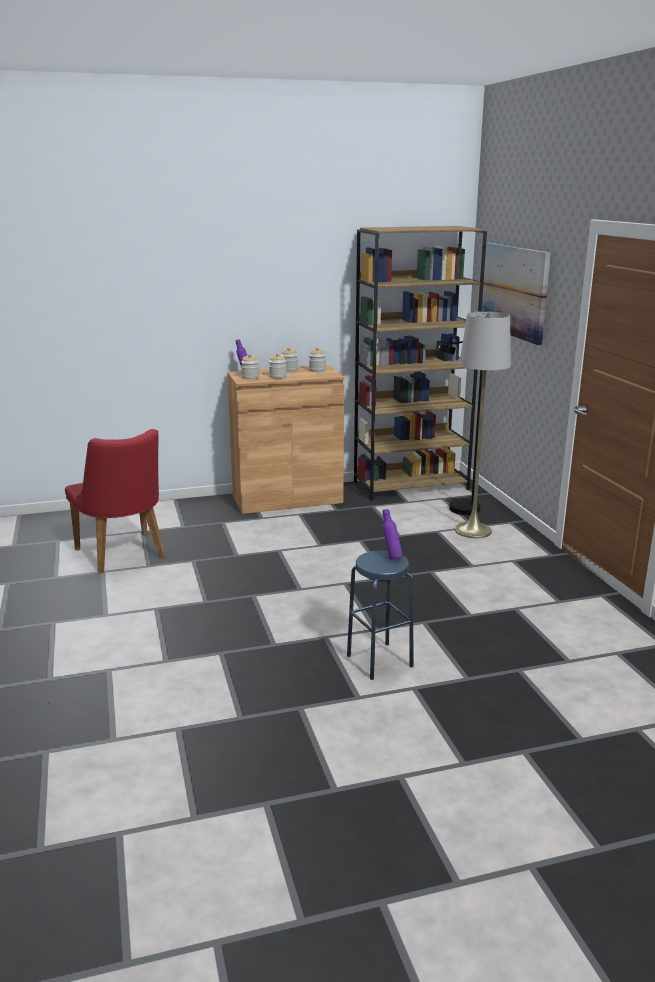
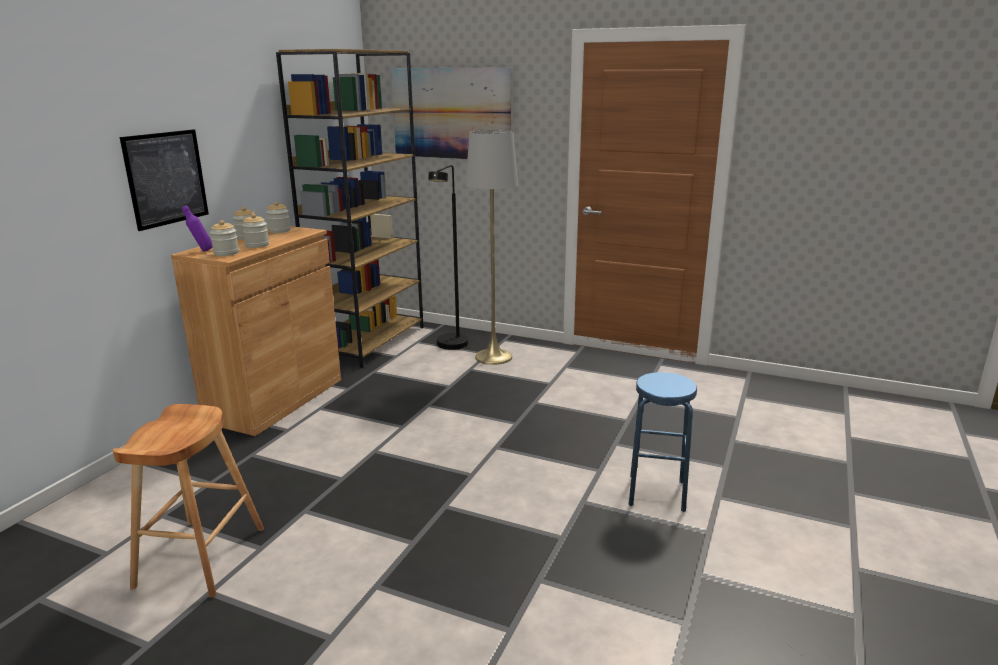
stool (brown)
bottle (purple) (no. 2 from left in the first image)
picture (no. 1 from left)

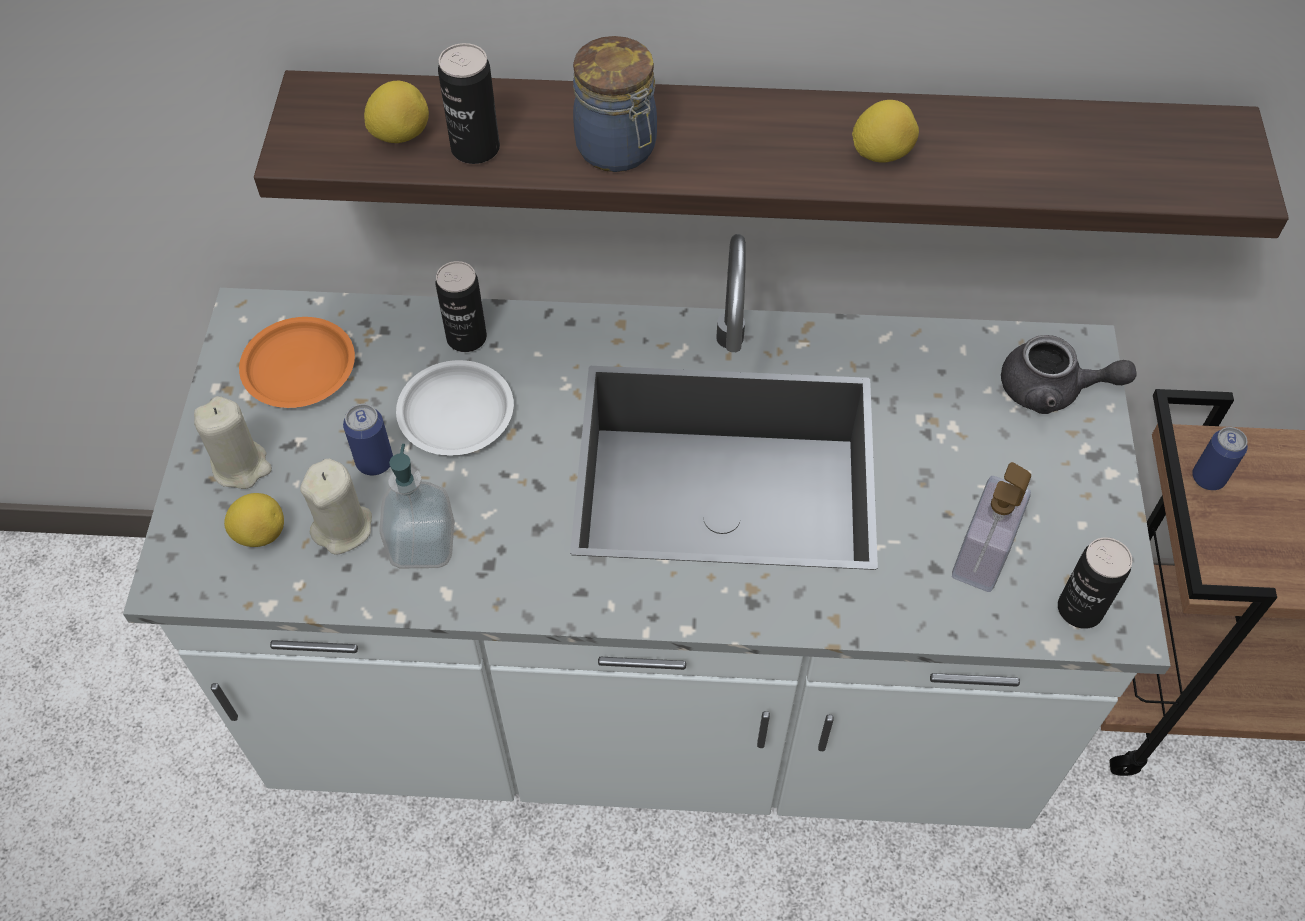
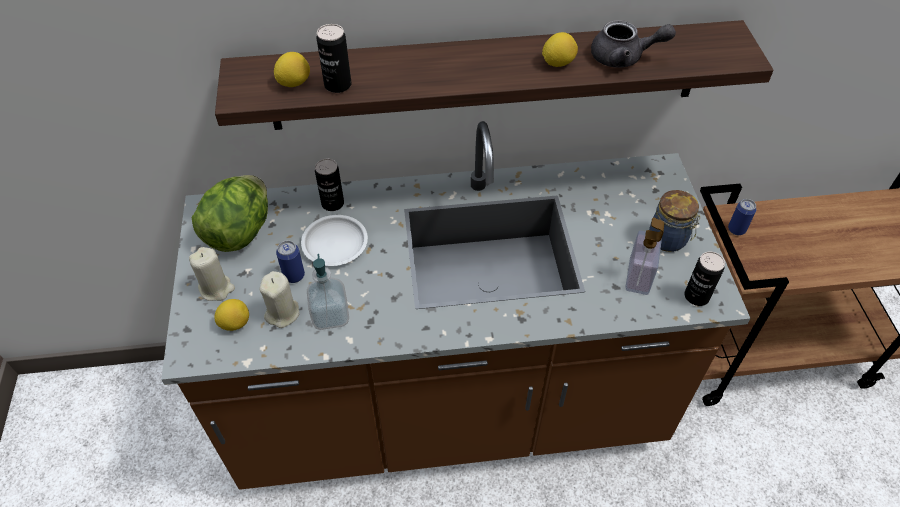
jar
counter (brown)
lettuce
teapot (grey)

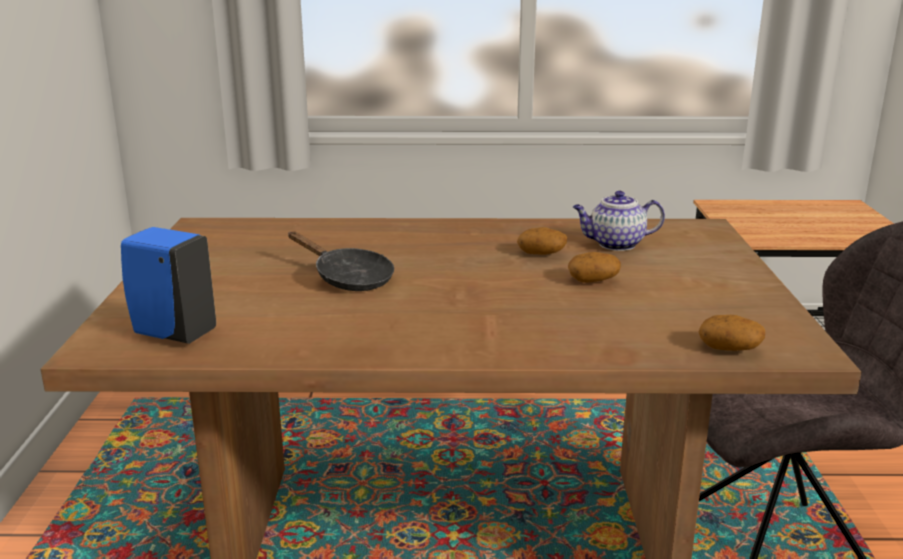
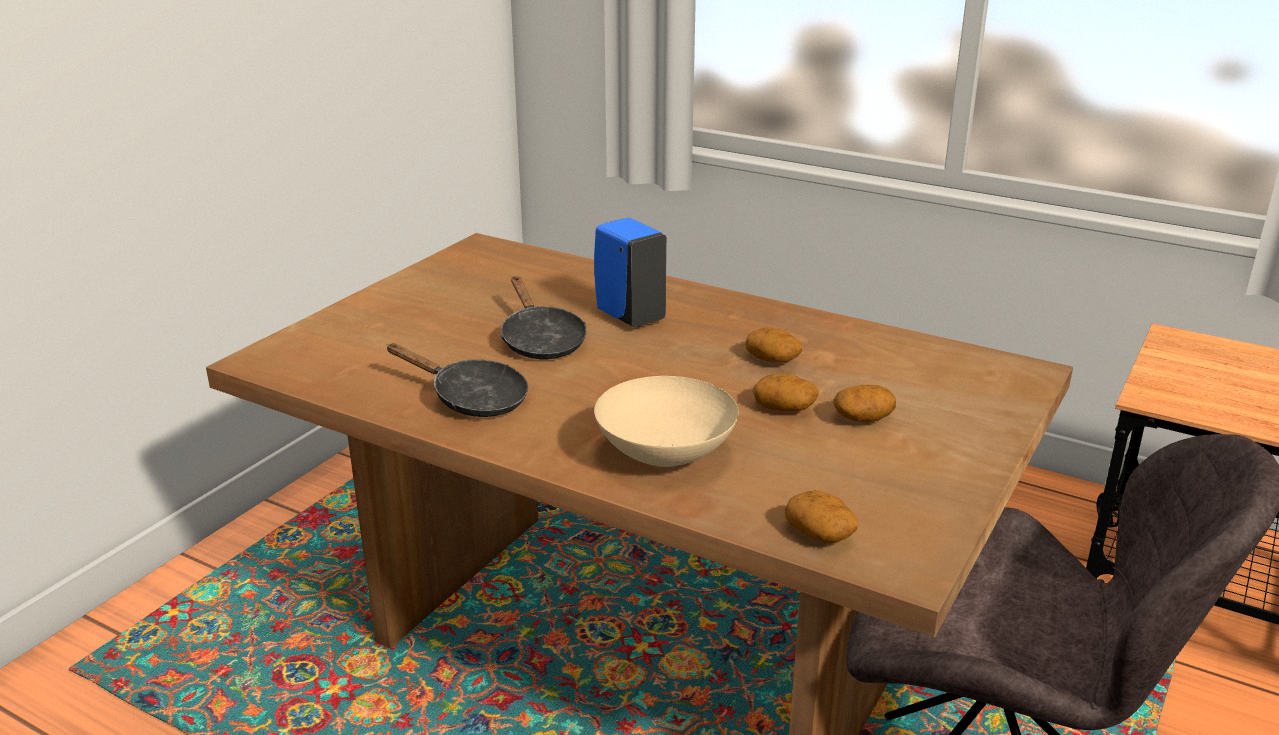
teapot
soap dispenser (blue)
frying pan (black) (no. 1 from left)
bowl (beige)
potato (no. 4 from left)

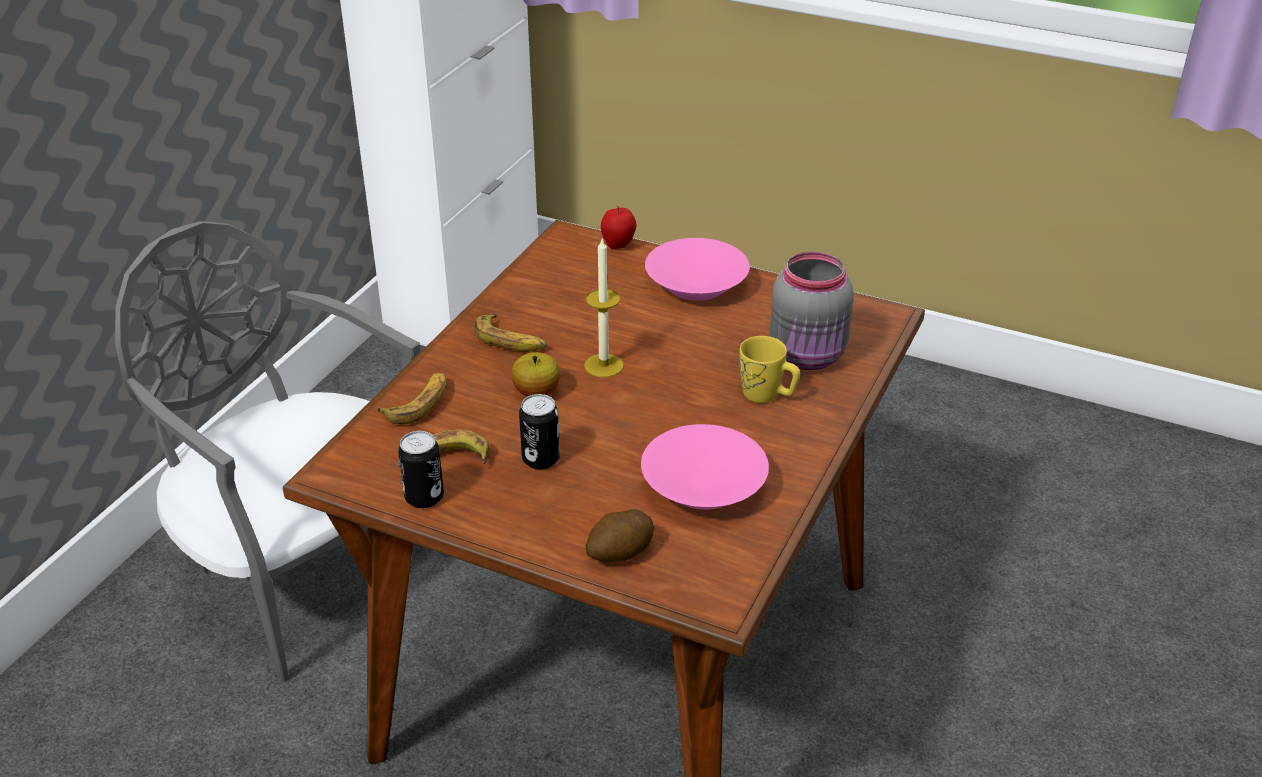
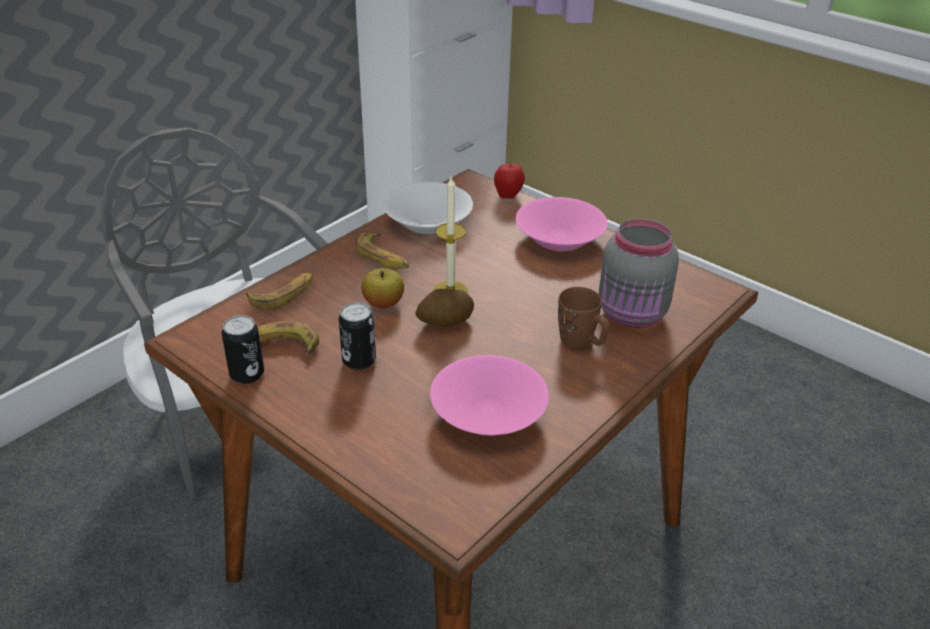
mug (brown)
potato
bowl (white)

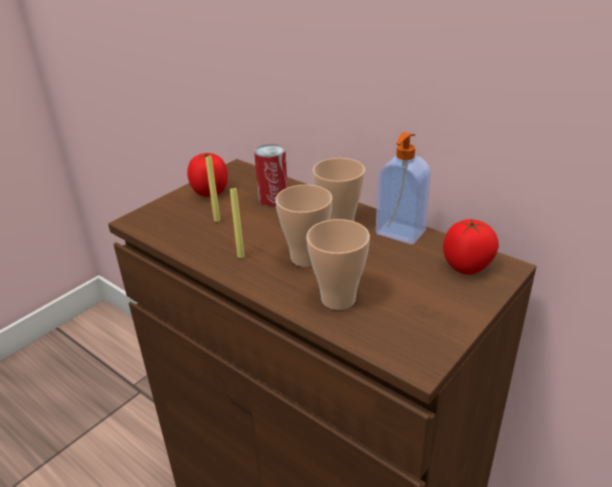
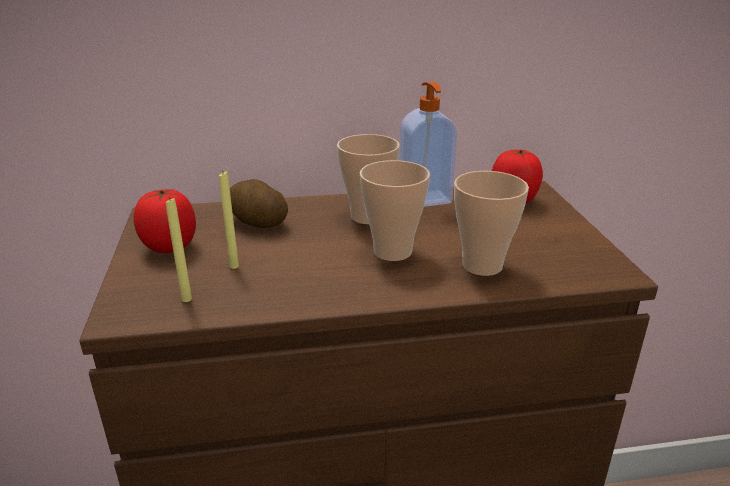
potato
candle (yellow) (no. 1 from left)

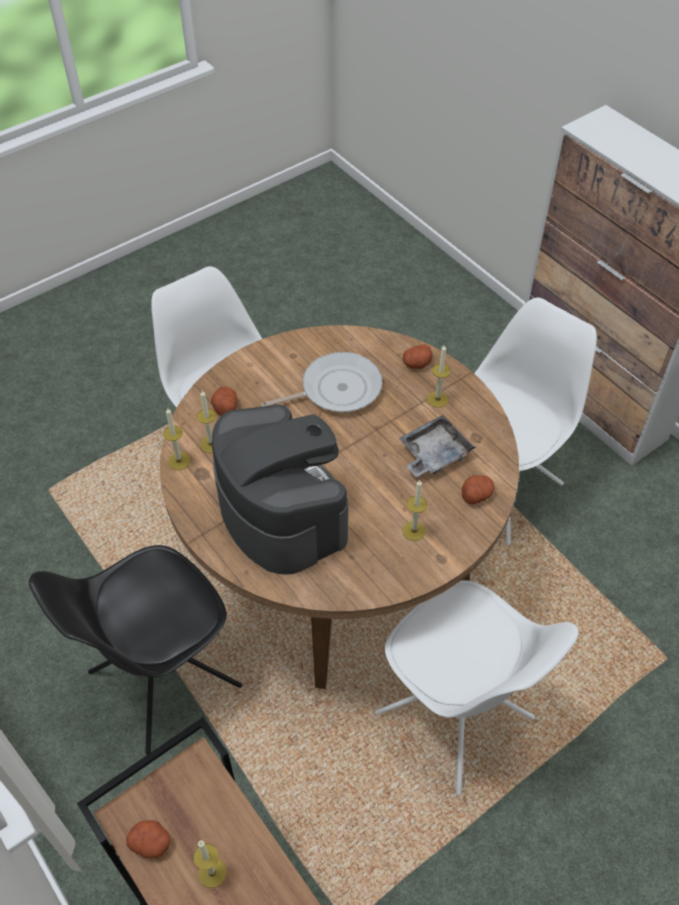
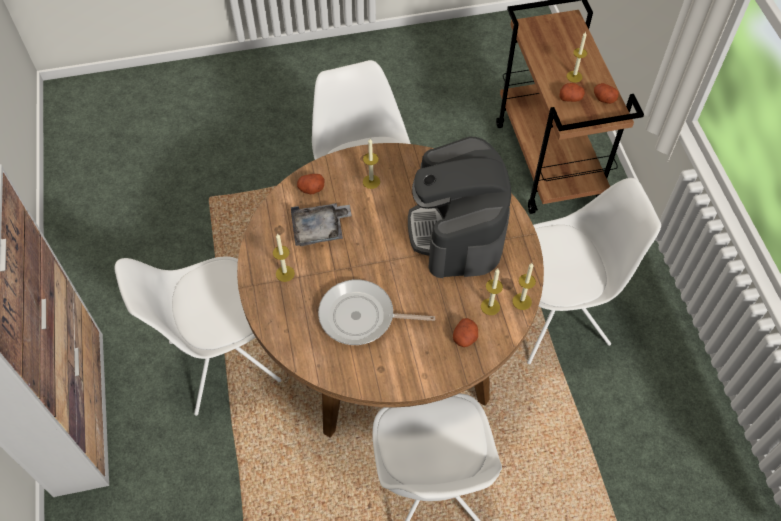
potato (no. 3 from left)
chair (white) (no. 4 from left)

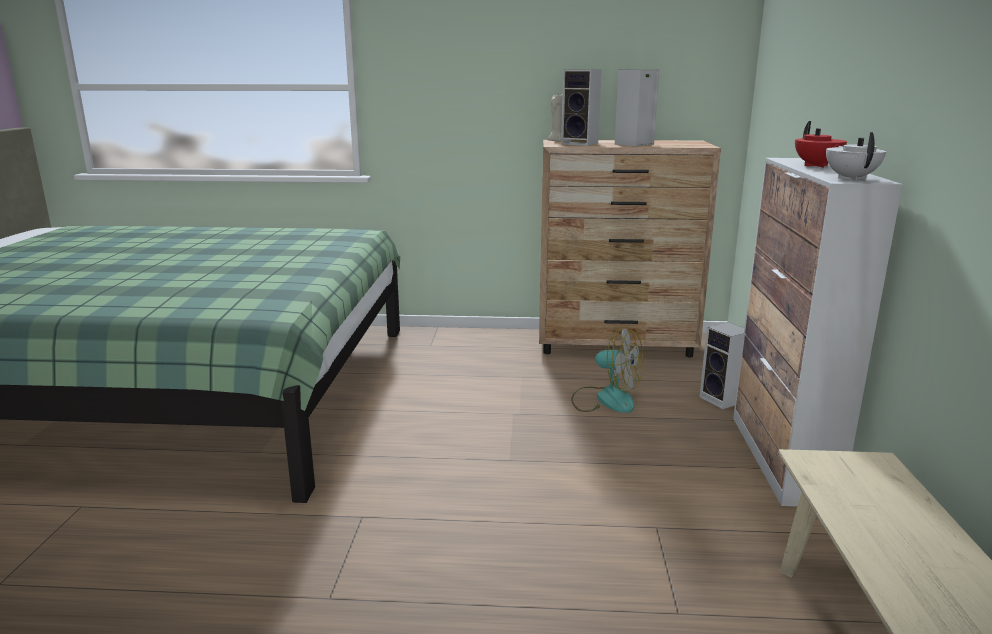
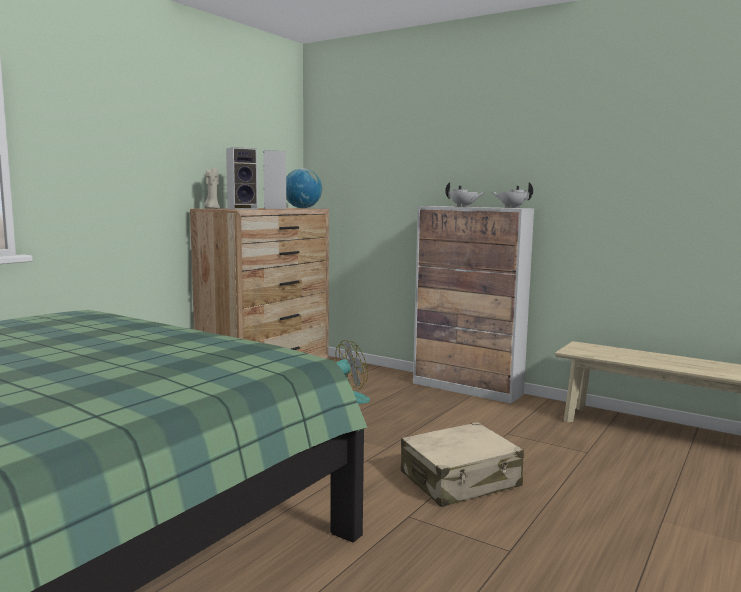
teapot (white) (no. 1 from left)
speaker (no. 3 from left in the first image)
globe
suitcase (beige)

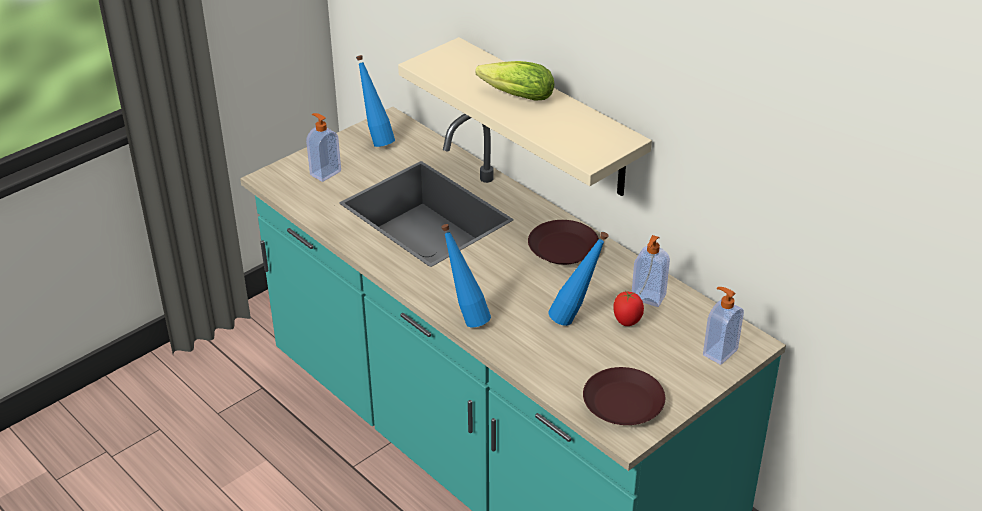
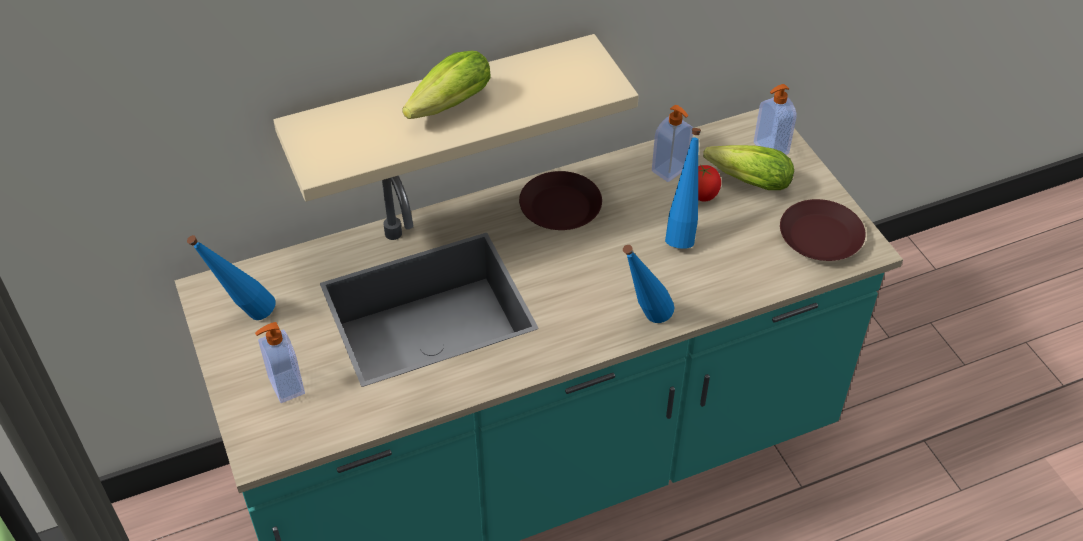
lettuce (no. 2 from left)

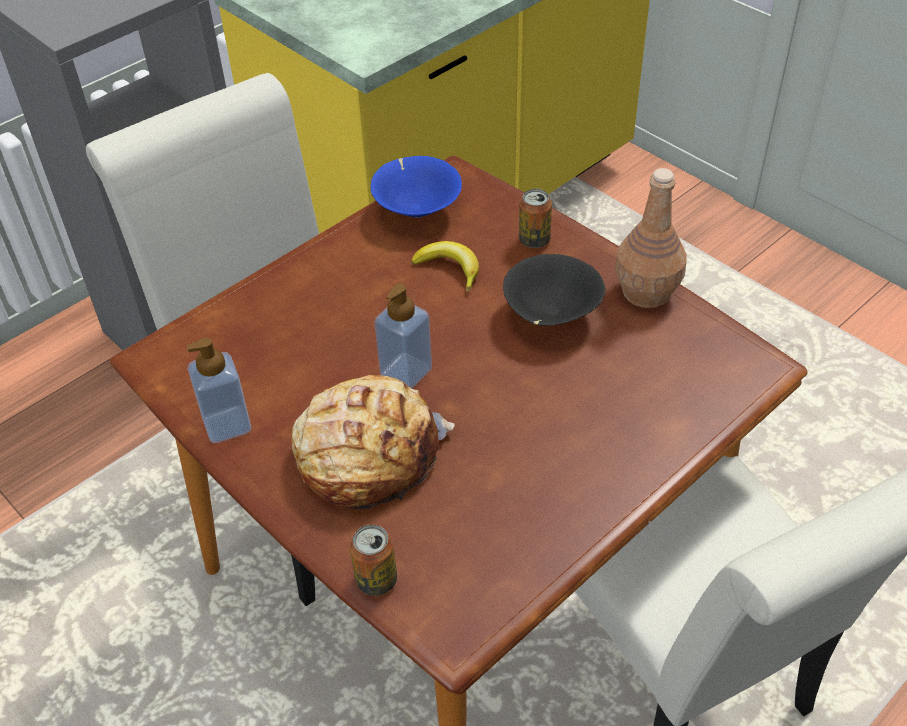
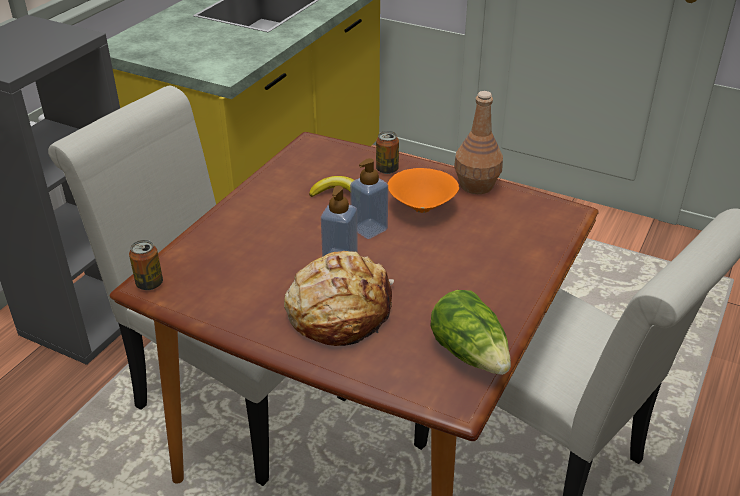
bowl (blue)
bowl (orange)
soap dispenser (no. 2 from left)
can (no. 1 from left)
lettuce

